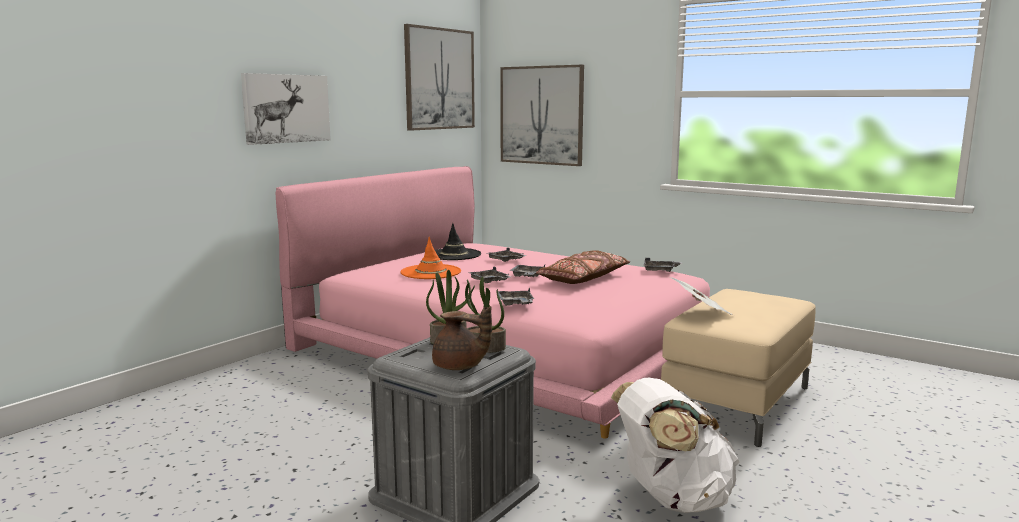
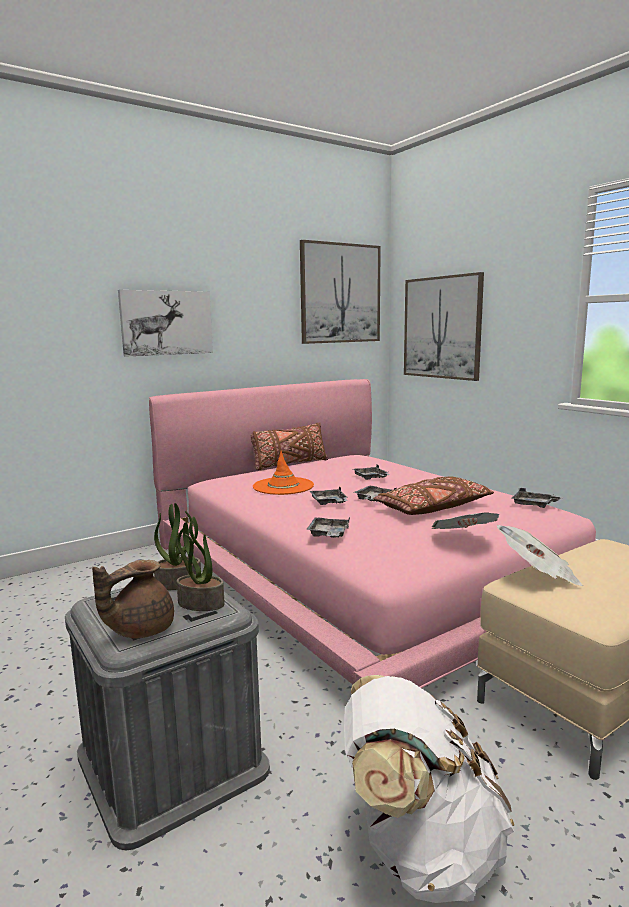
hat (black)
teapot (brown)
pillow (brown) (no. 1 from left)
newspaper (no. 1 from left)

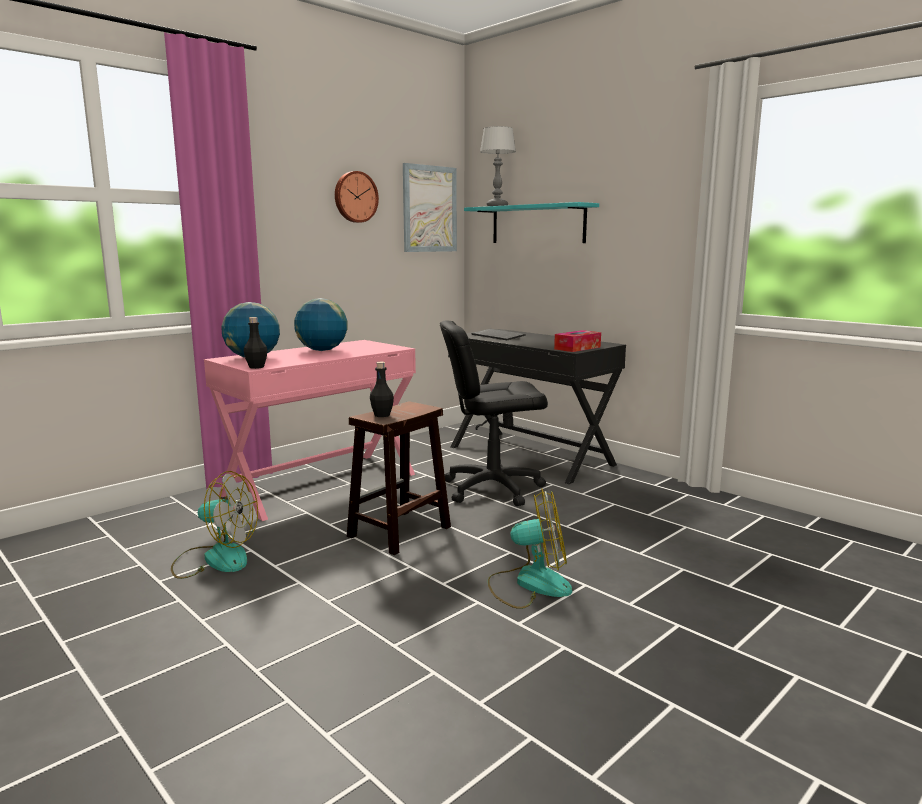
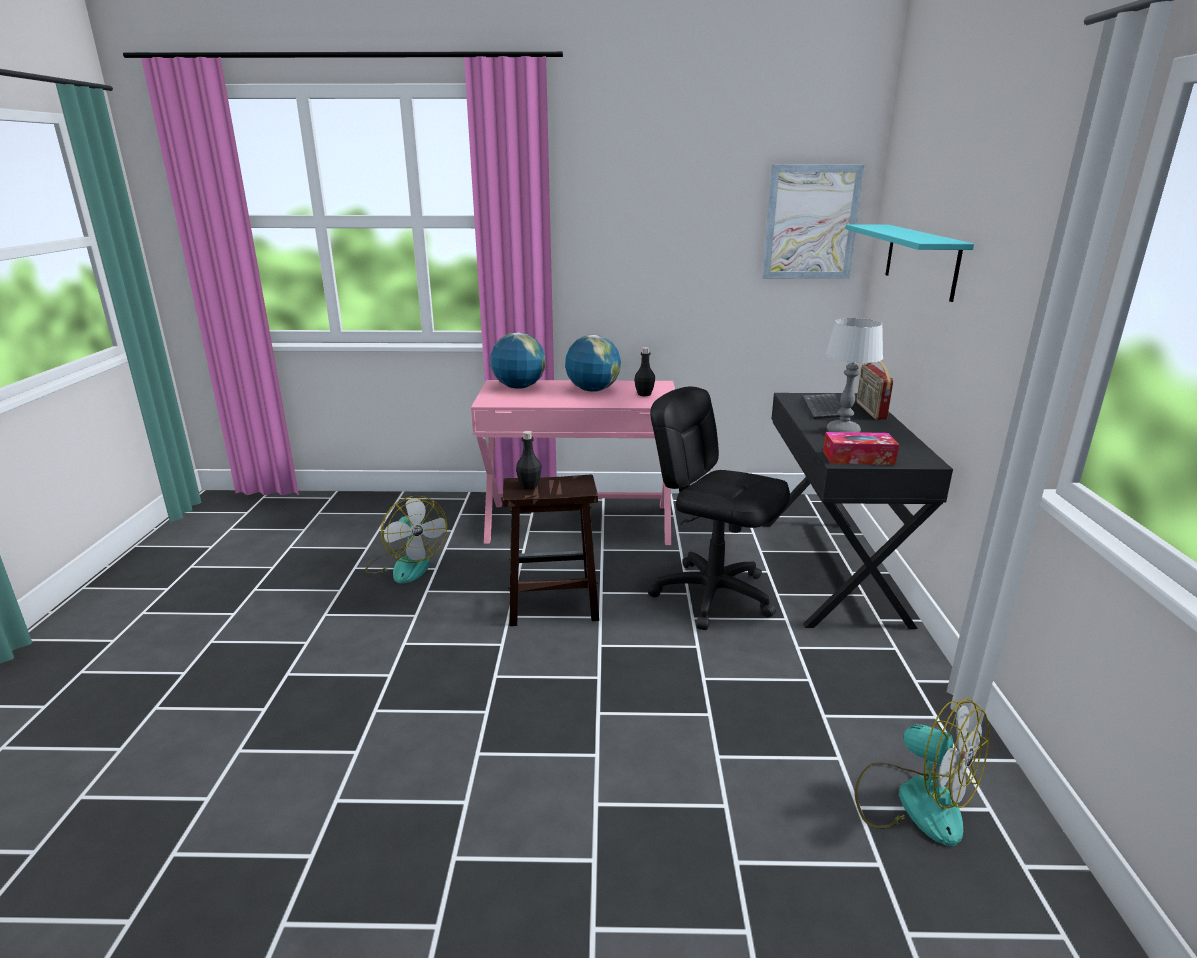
table lamp
wall clock
bottle (black) (no. 2 from left)
fan (no. 2 from left)
radio

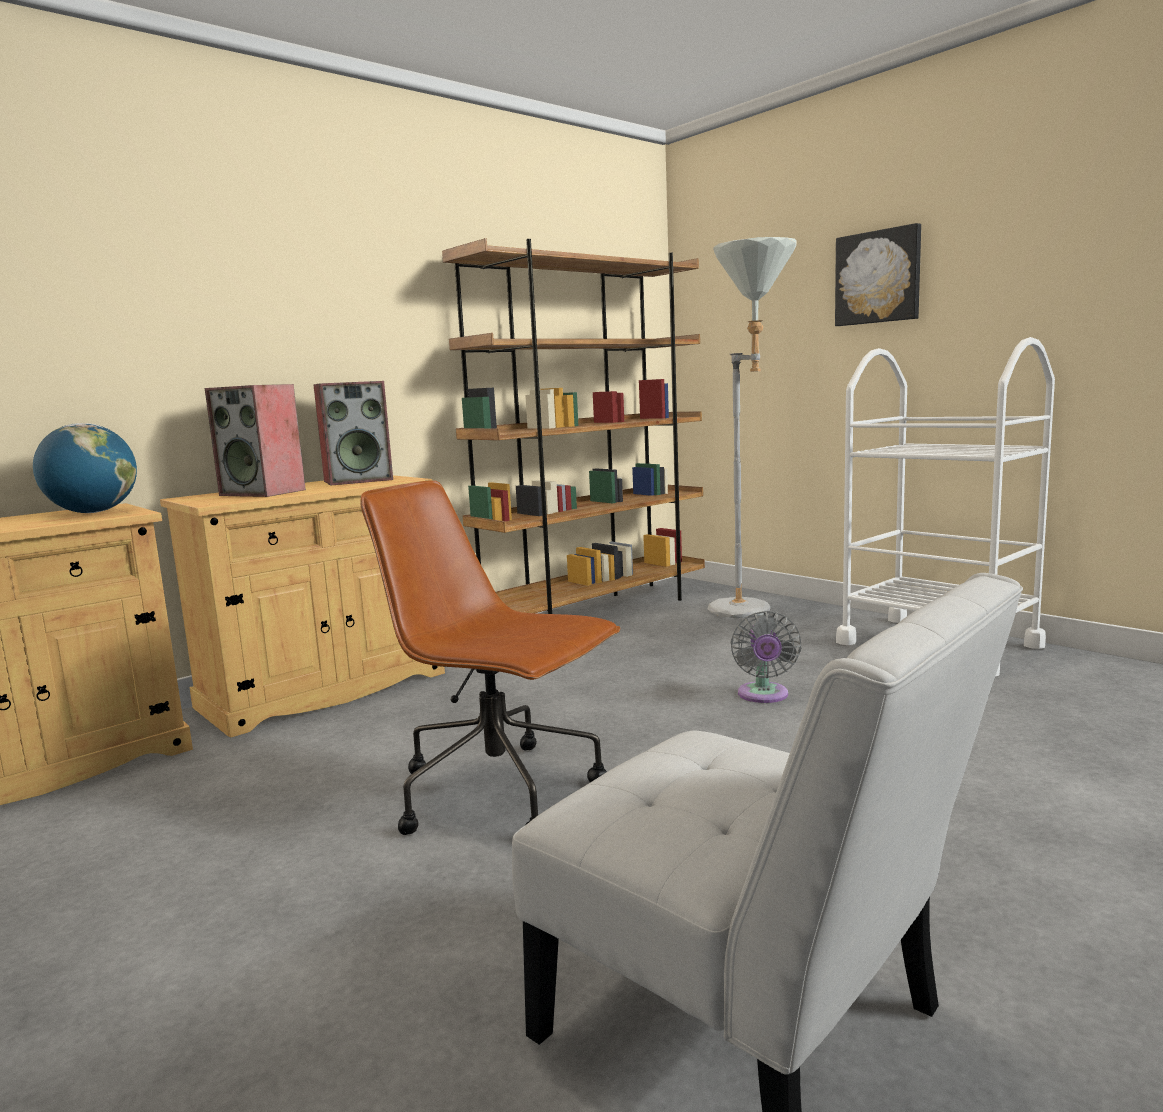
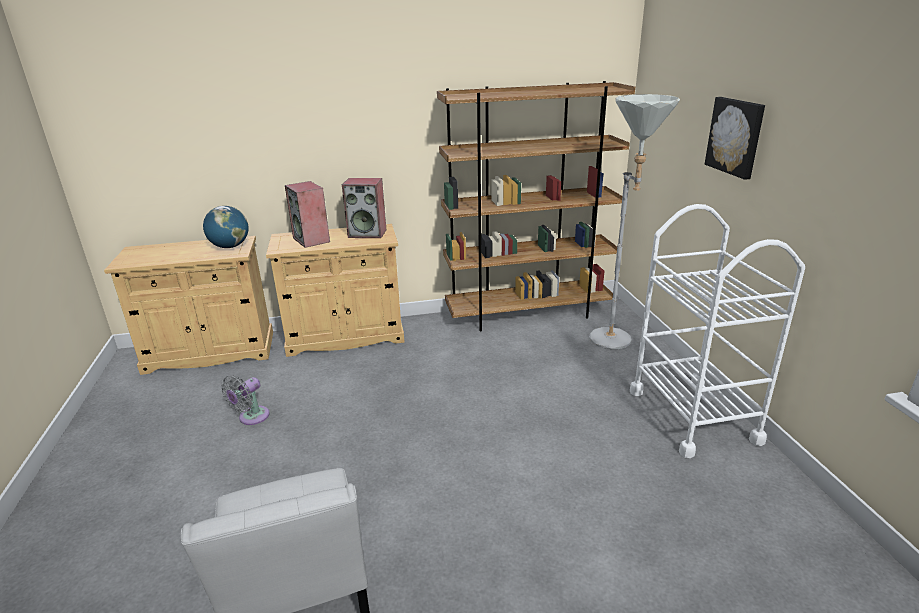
office chair (brown)
fan (grey)

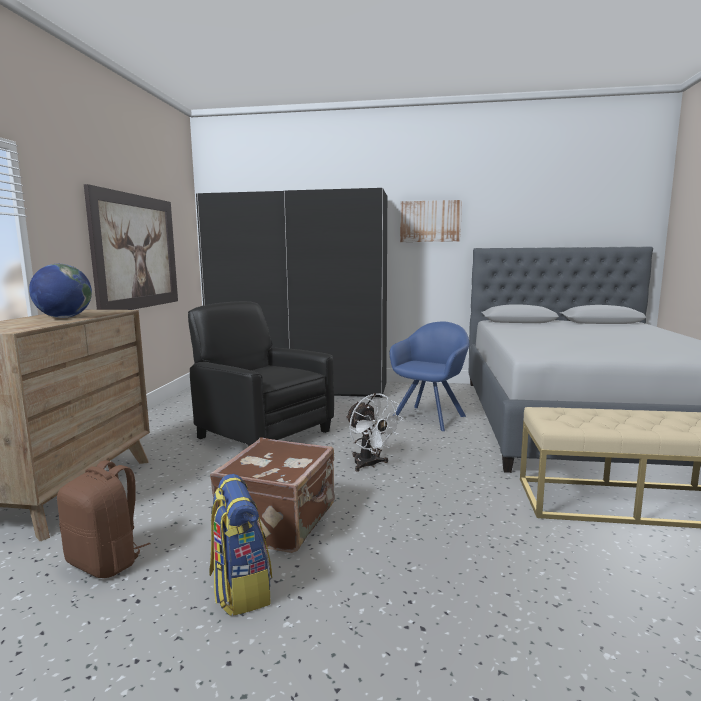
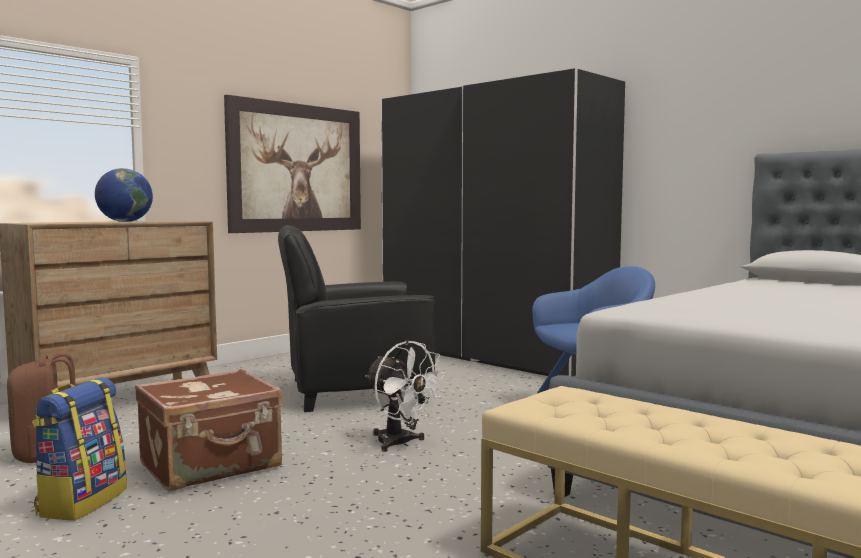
picture (no. 2 from left in the first image)
armchair (black)
fan (white)

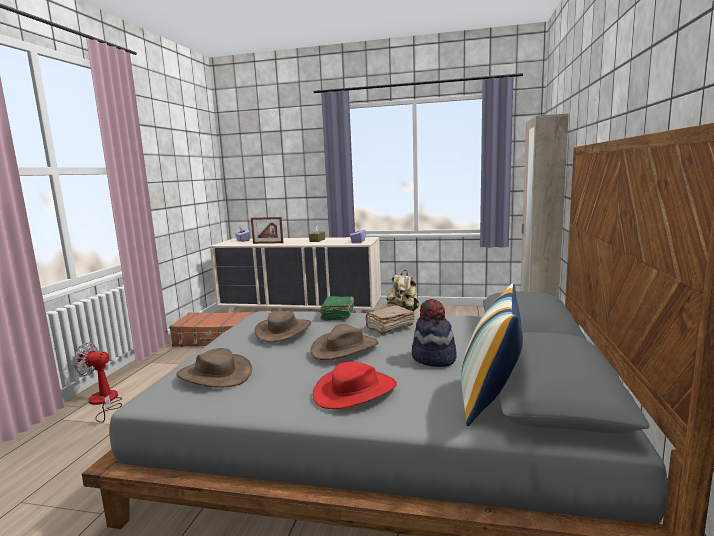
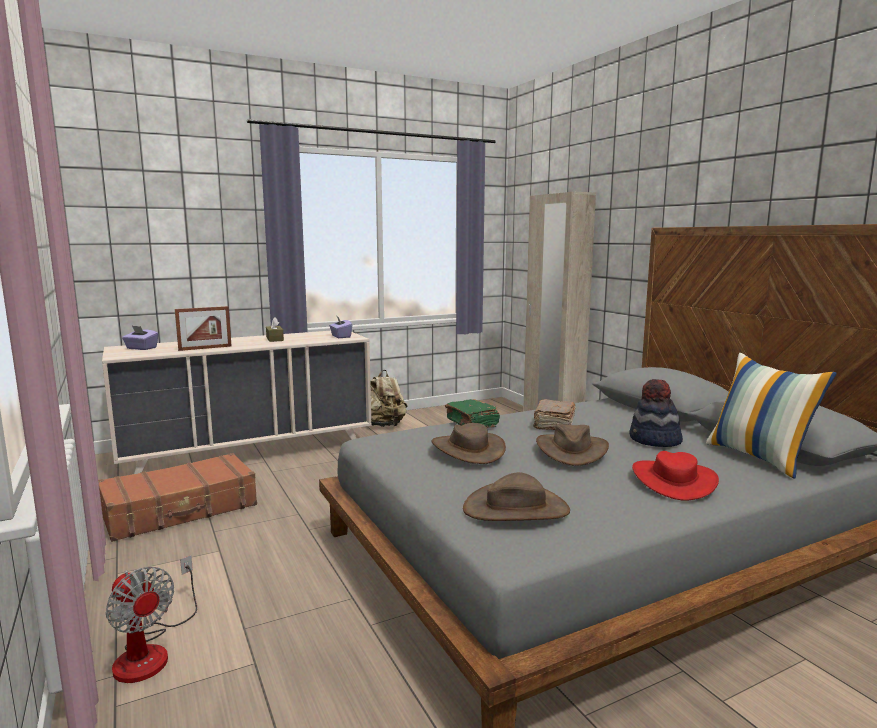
fan

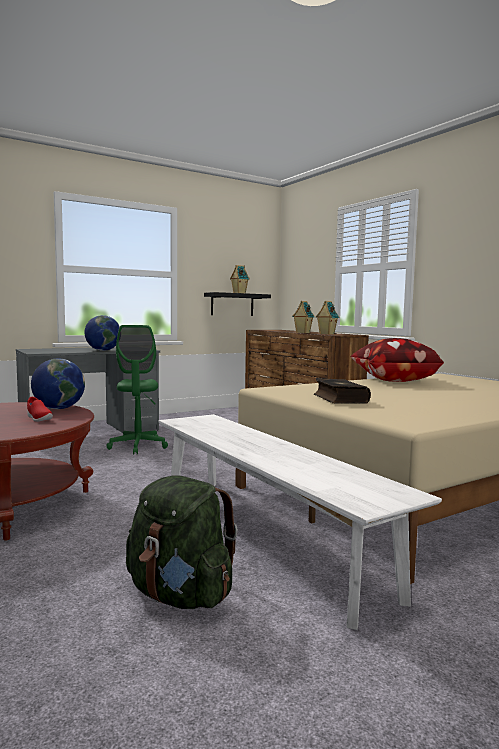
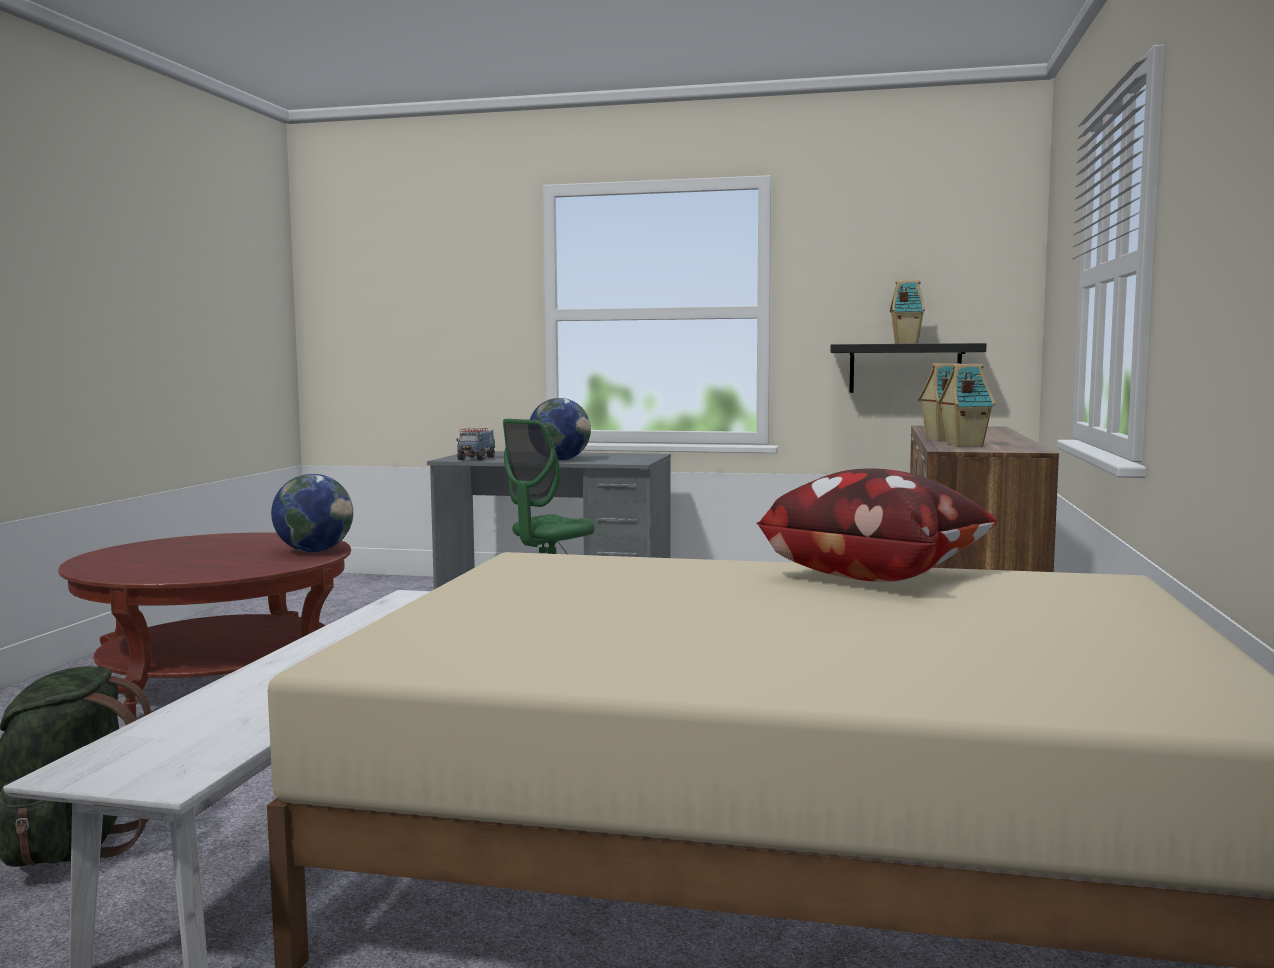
book
shoe (red)
toy truck

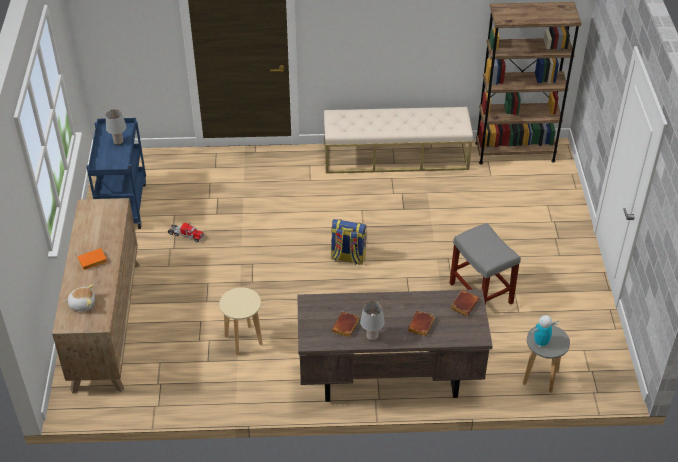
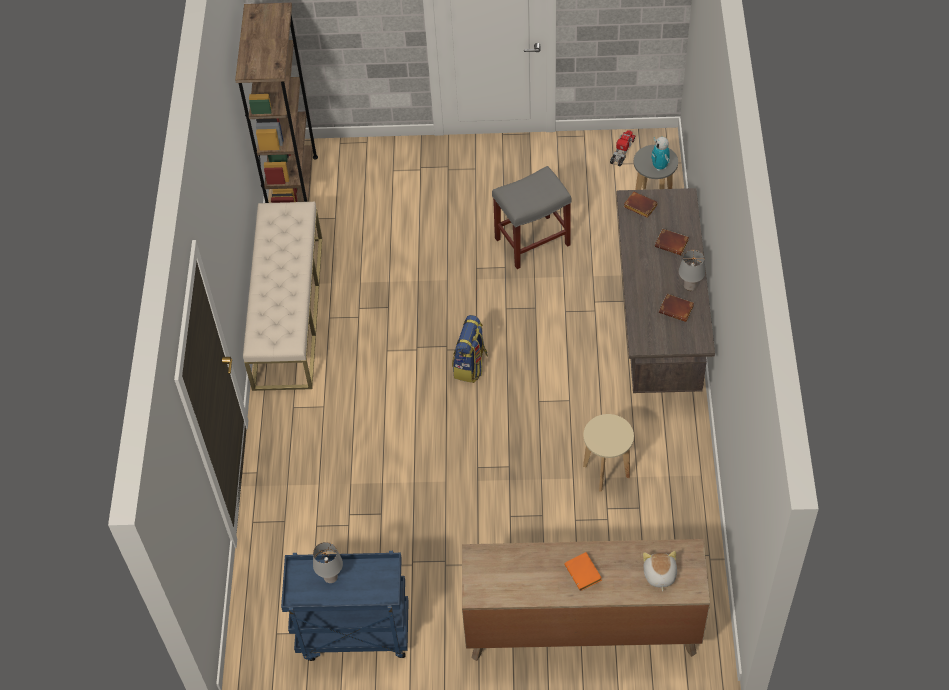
toy truck

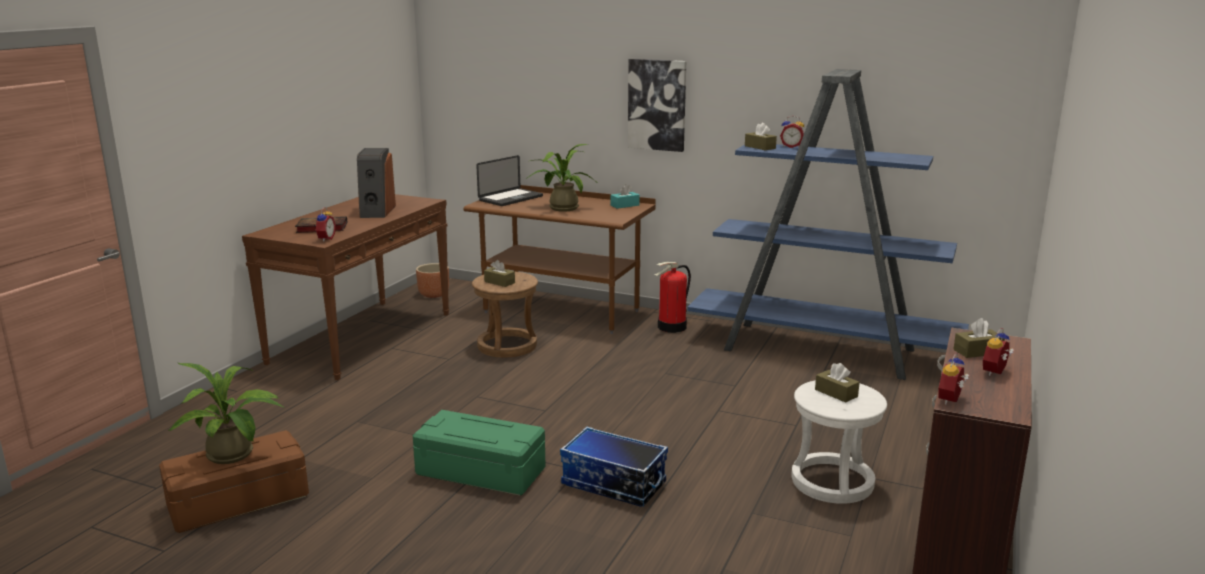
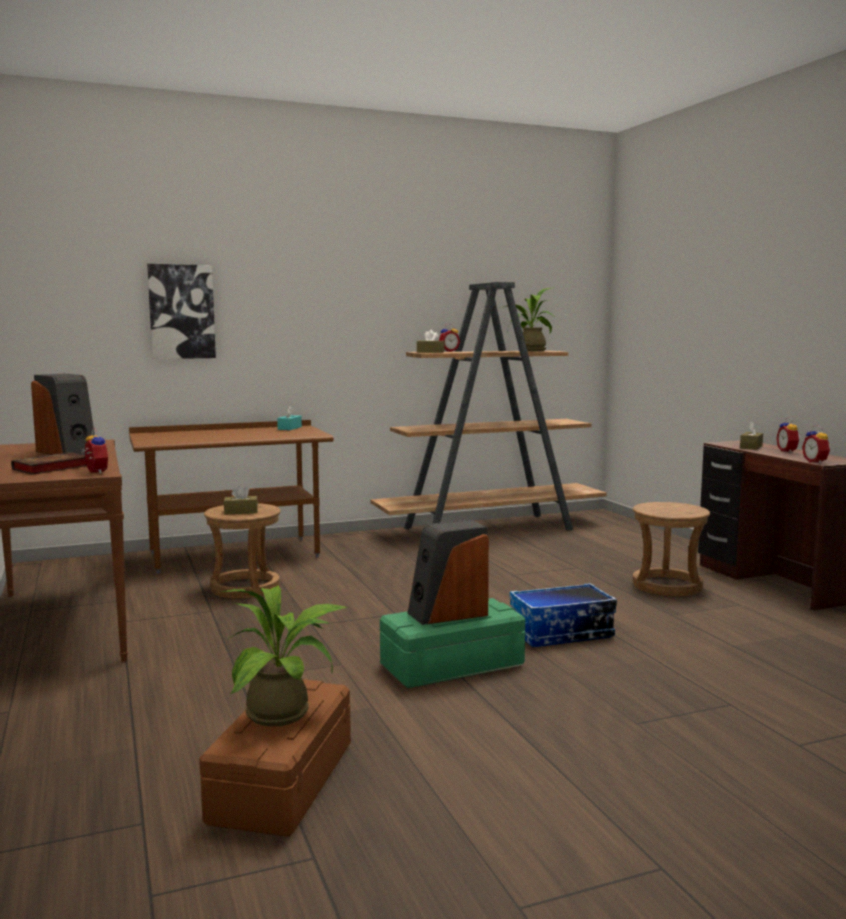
picture
bookcase (brown)
potted plant (no. 2 from left)
laptop
fire extinguisher
planter (brown)
tissue box (brown) (no. 3 from left in the first image)
stool (brown) (no. 2 from left)
speaker (no. 2 from left)

